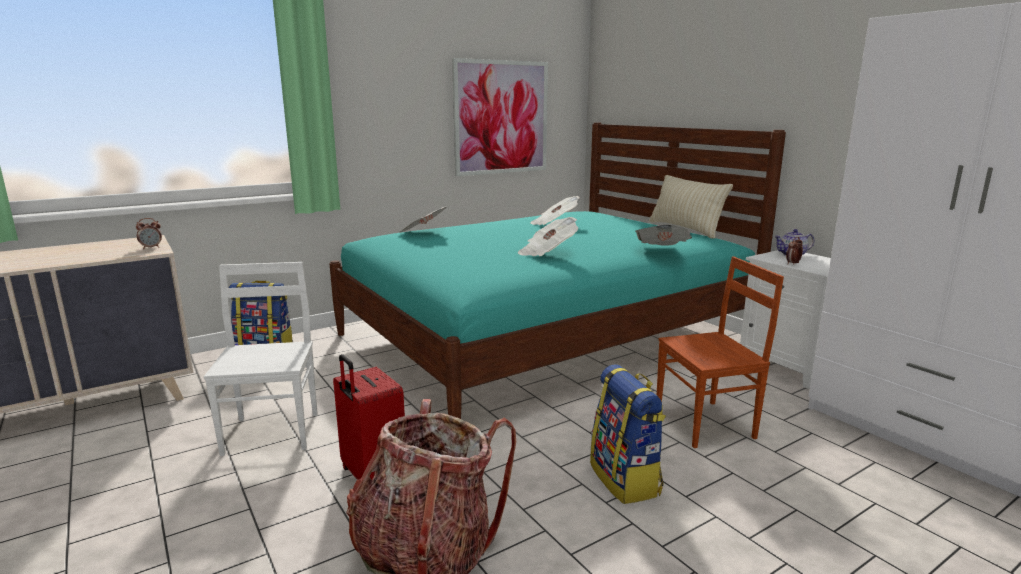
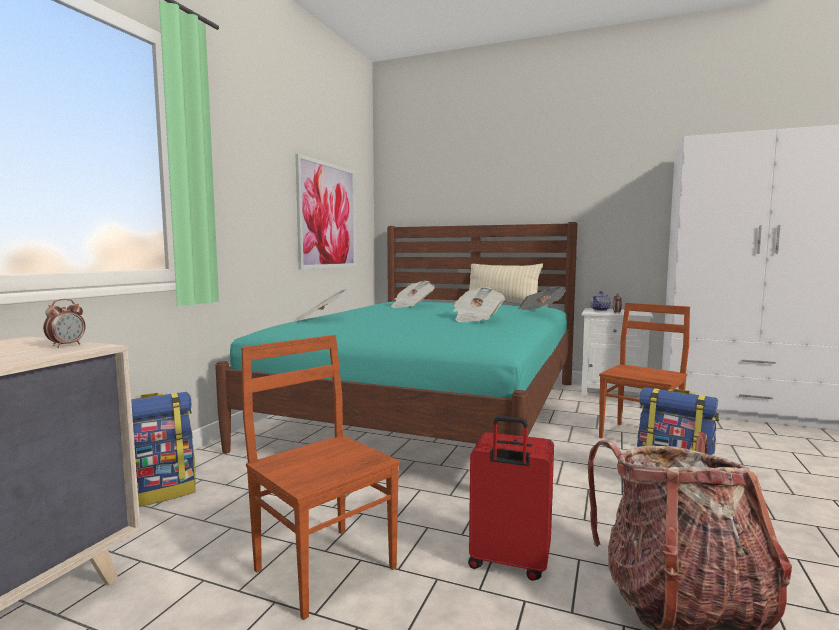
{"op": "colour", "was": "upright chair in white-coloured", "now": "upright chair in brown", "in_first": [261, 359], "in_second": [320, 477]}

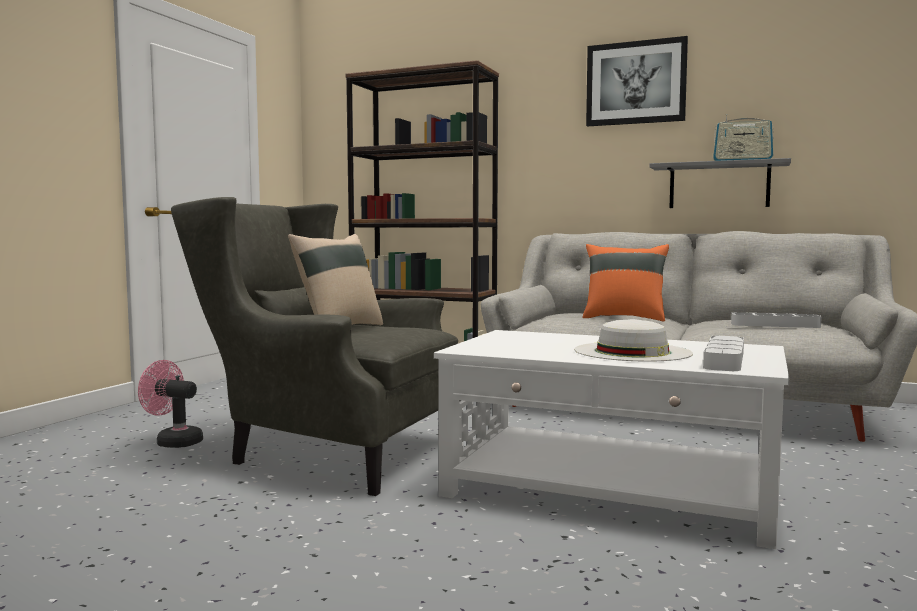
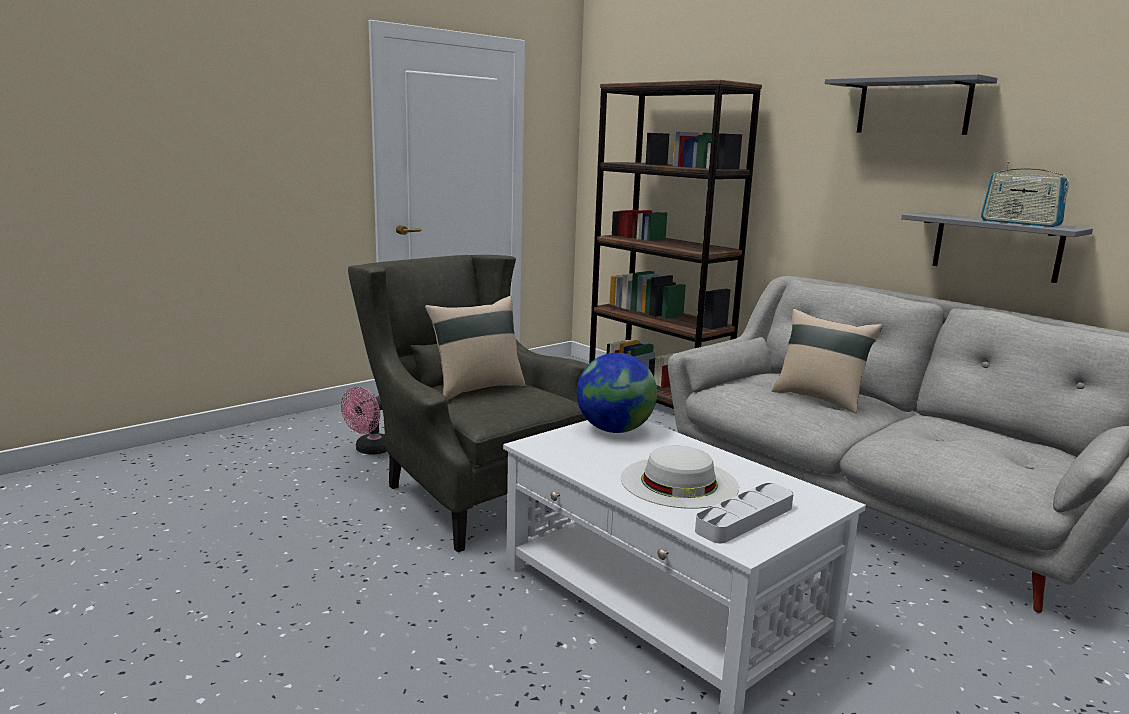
{"op": "spun", "was": "electric fan in pink", "in_first": [170, 404], "in_second": [364, 421], "clockwise": -105}
{"op": "colour", "was": "pillow in orange-coloured", "now": "pillow in beige", "in_first": [625, 283], "in_second": [827, 361]}
{"op": "exchanged", "was": "picture", "now": "wall shelf in grey", "in_first": [637, 81], "in_second": [911, 104]}
{"op": "missing", "was": "serving tray in grey", "in_first": [776, 320]}
{"op": "appeared", "now": "desk globe", "in_second": [617, 393]}

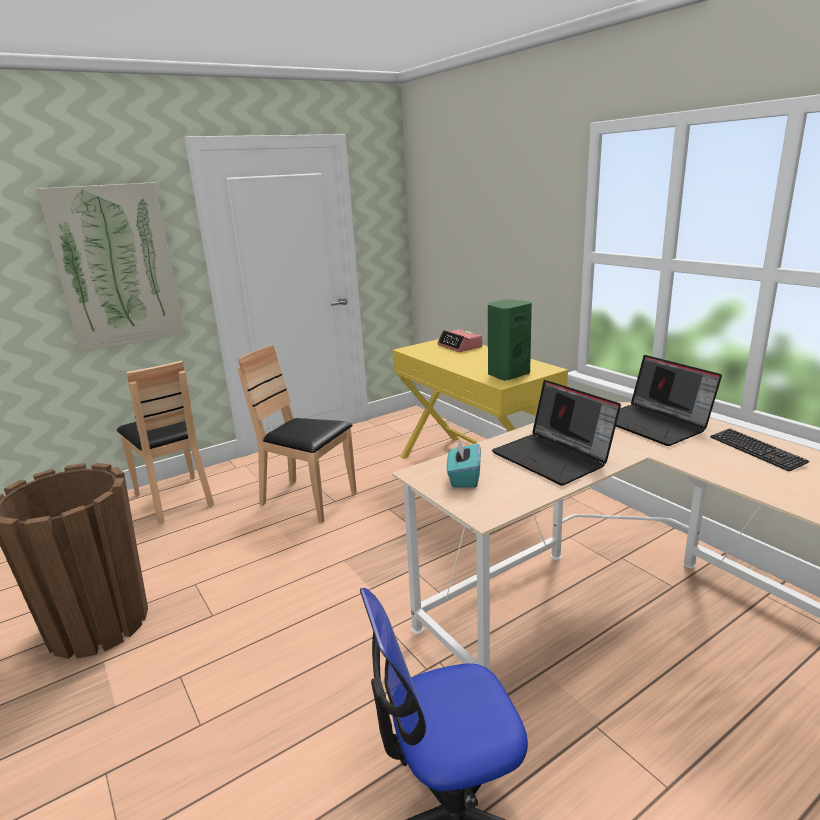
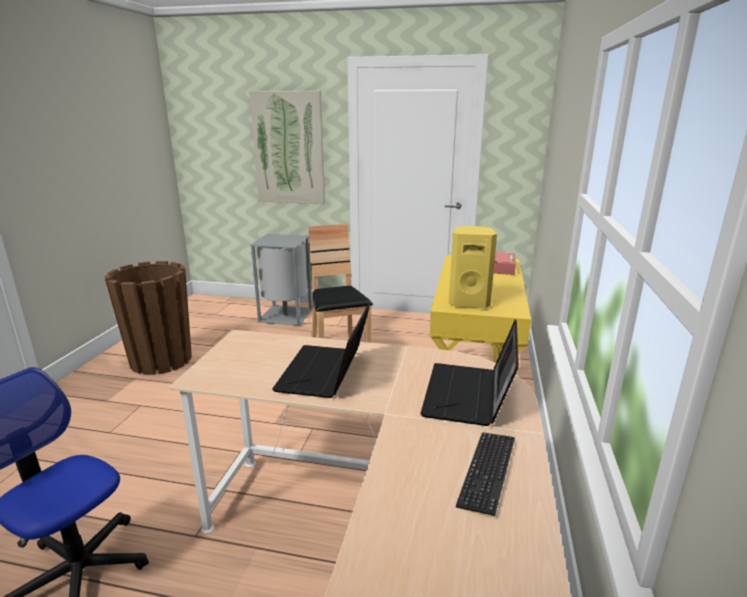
{"op": "exchanged", "was": "upright chair in brown", "now": "trash can in grey", "in_first": [165, 442], "in_second": [281, 280]}
{"op": "missing", "was": "tissue holder in turquoise-coloured", "in_first": [464, 463]}
{"op": "colour", "was": "speaker in greenish", "now": "speaker in yellowish", "in_first": [510, 340], "in_second": [473, 267]}

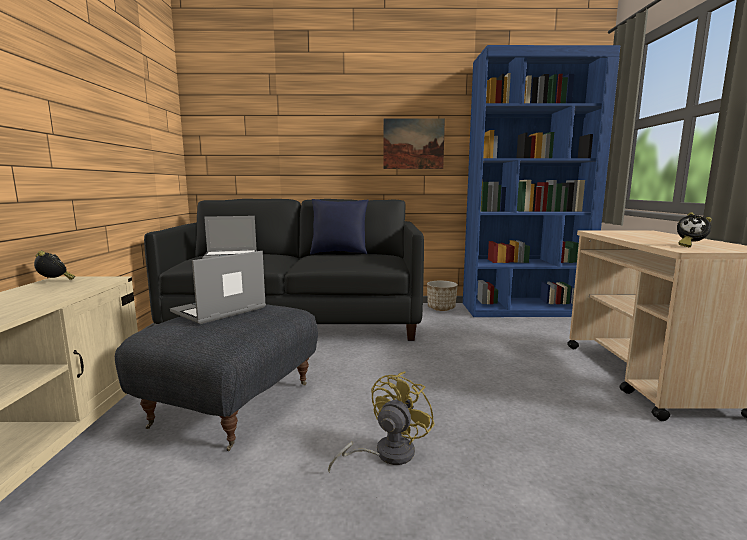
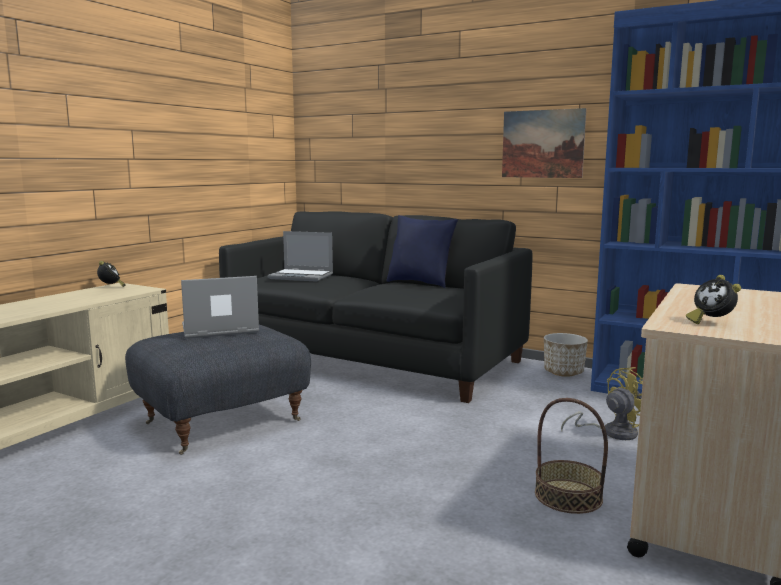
{"op": "relocated", "was": "electric fan in yellowish", "in_first": [381, 422], "in_second": [602, 403]}
{"op": "appeared", "now": "storage basket", "in_second": [571, 456]}

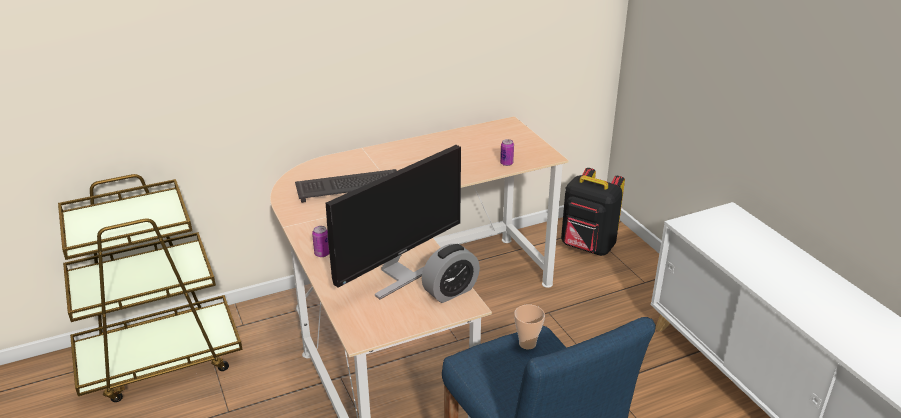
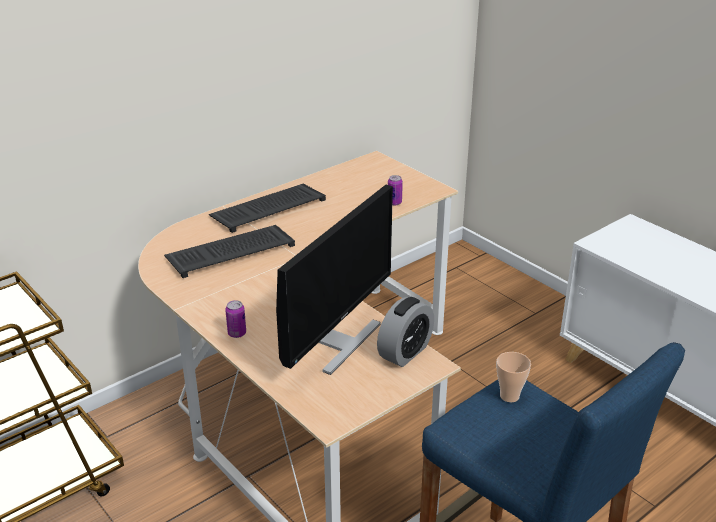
{"op": "missing", "was": "rucksack in black-coloured", "in_first": [593, 212]}
{"op": "appeared", "now": "computer keyboard", "in_second": [267, 208]}

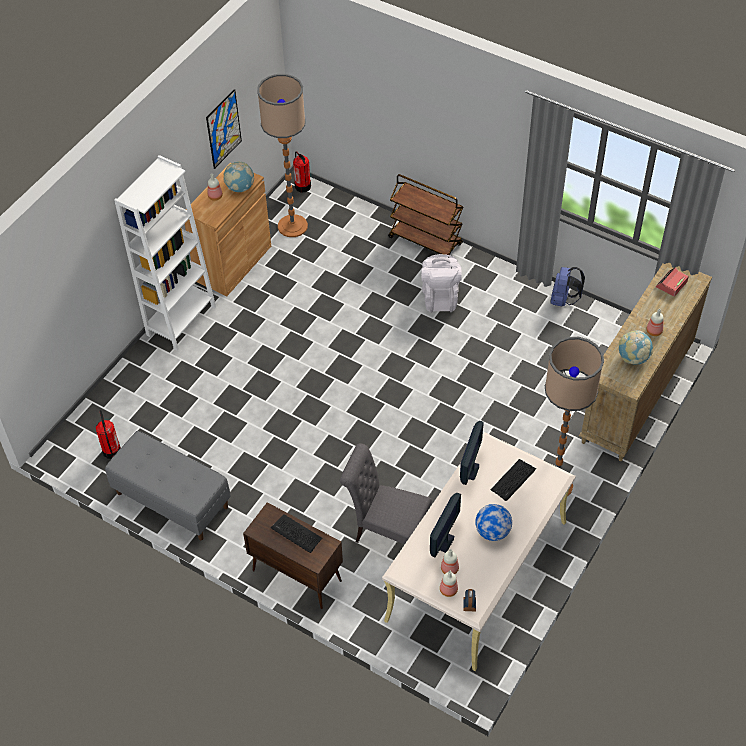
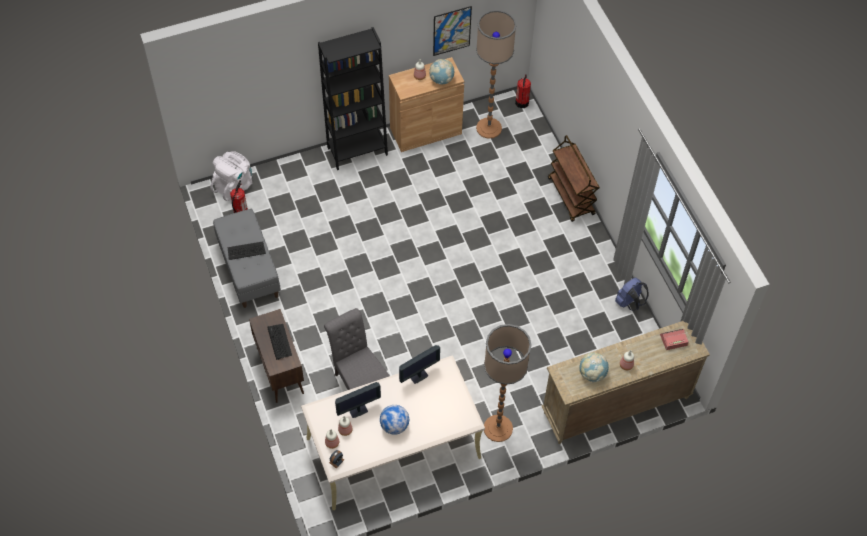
{"op": "colour", "was": "shelving unit in white-coloured", "now": "shelving unit in black-coloured", "in_first": [165, 253], "in_second": [353, 98]}
{"op": "relocated", "was": "rucksack in white-coloured", "in_first": [442, 283], "in_second": [231, 176]}
{"op": "relocated", "was": "computer keyboard", "in_first": [513, 480], "in_second": [247, 251]}

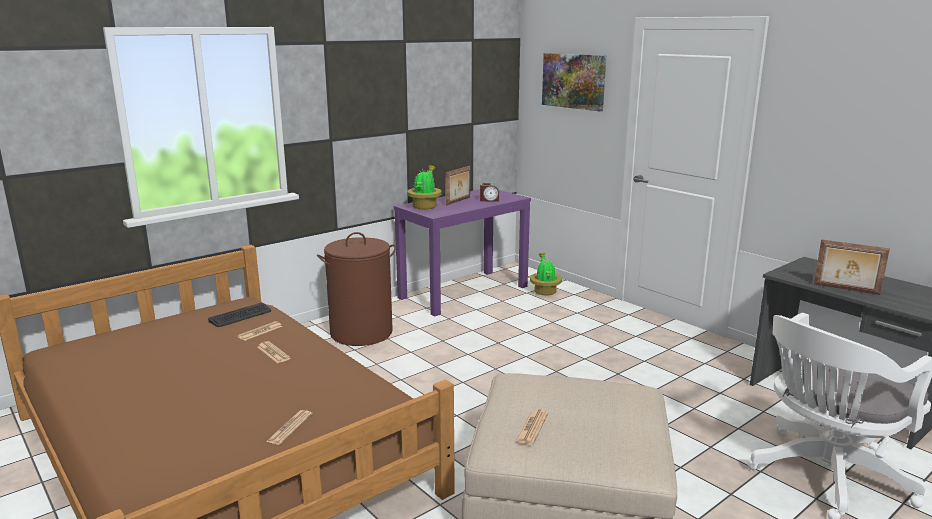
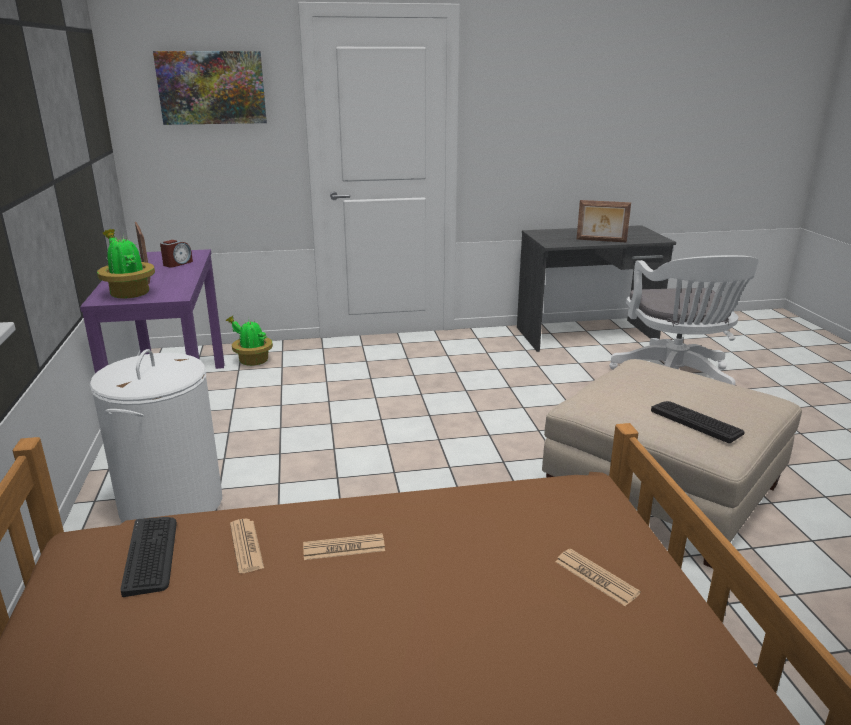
{"op": "colour", "was": "laundry basket in brown", "now": "laundry basket in white-coloured", "in_first": [356, 289], "in_second": [156, 436]}
{"op": "exchanged", "was": "newspaper", "now": "computer keyboard", "in_first": [532, 427], "in_second": [698, 422]}
{"op": "spun", "was": "picture frame", "in_first": [852, 267], "in_second": [604, 221], "clockwise": 45}

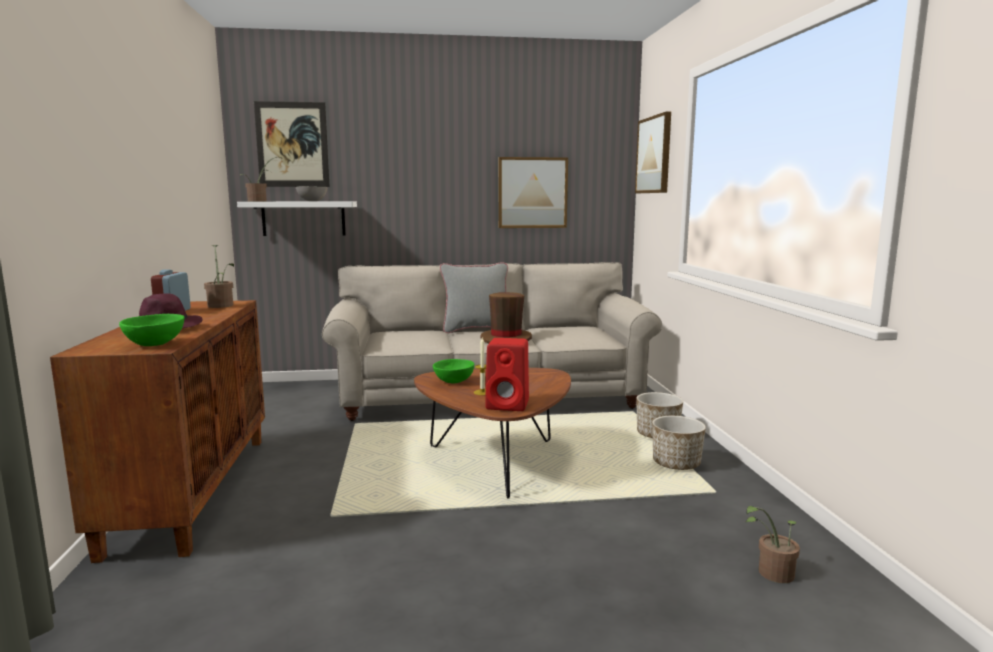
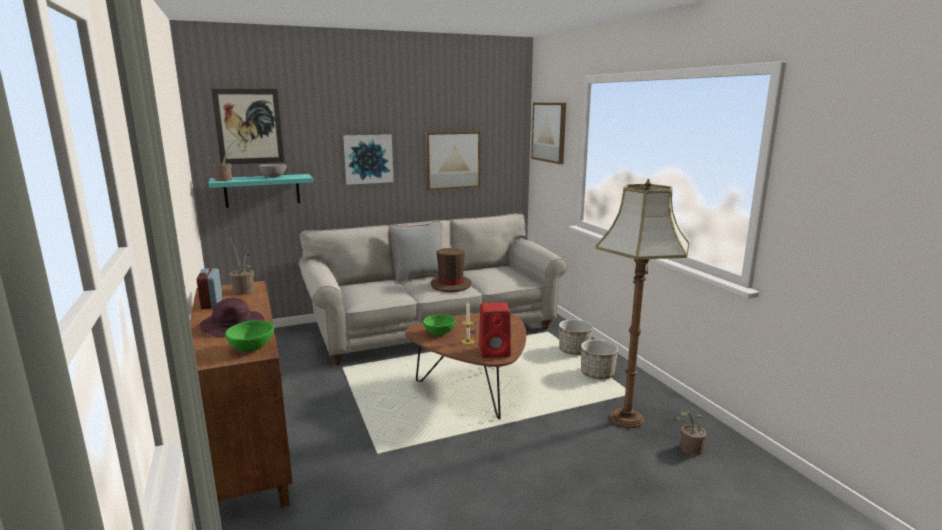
{"op": "colour", "was": "wall shelf in white-coloured", "now": "wall shelf in turquoise-coloured", "in_first": [297, 219], "in_second": [261, 191]}
{"op": "appeared", "now": "picture", "in_second": [368, 160]}
{"op": "appeared", "now": "standard lamp", "in_second": [642, 303]}

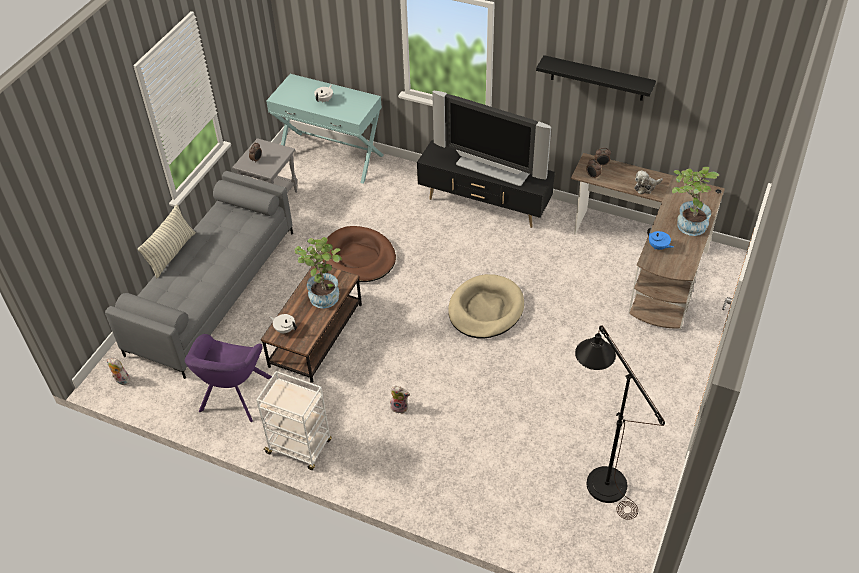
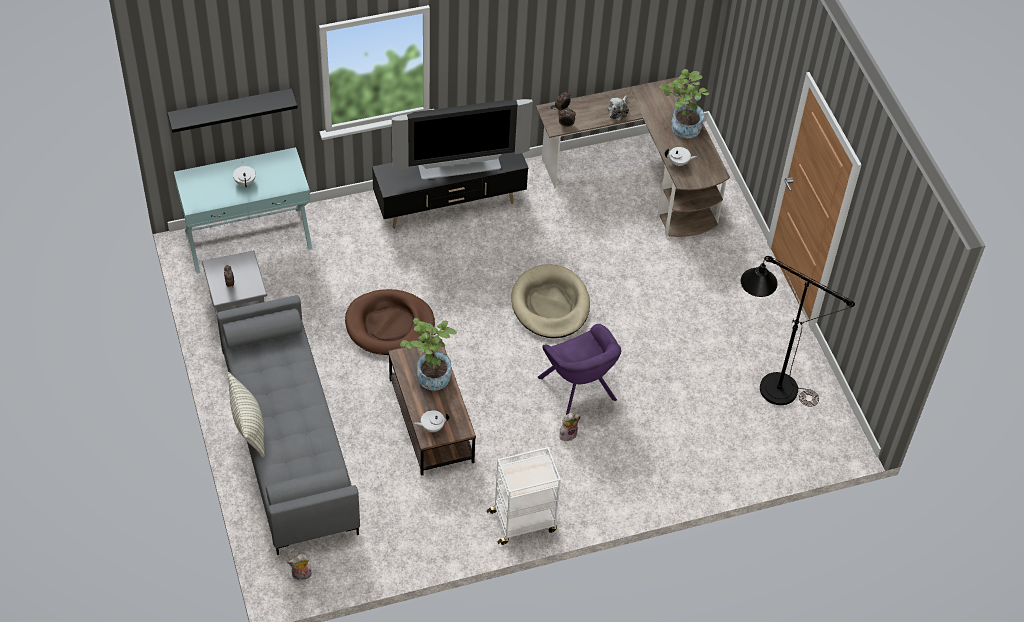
{"op": "relocated", "was": "lounge chair in purple", "in_first": [228, 378], "in_second": [579, 369]}
{"op": "relocated", "was": "wall shelf in black-coloured", "in_first": [596, 78], "in_second": [232, 110]}
{"op": "colour", "was": "tea pot in blue-coloured", "now": "tea pot in white-coloured", "in_first": [660, 238], "in_second": [681, 157]}

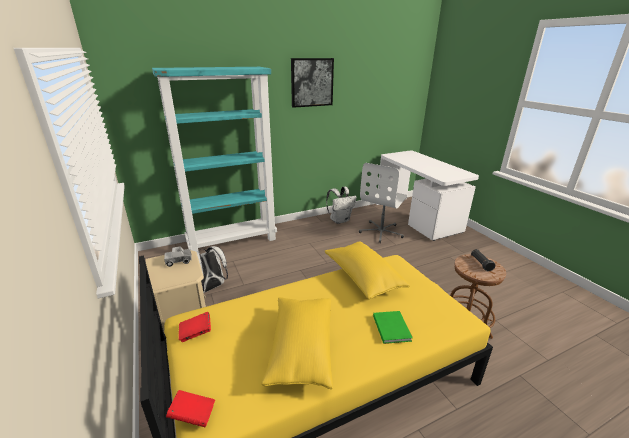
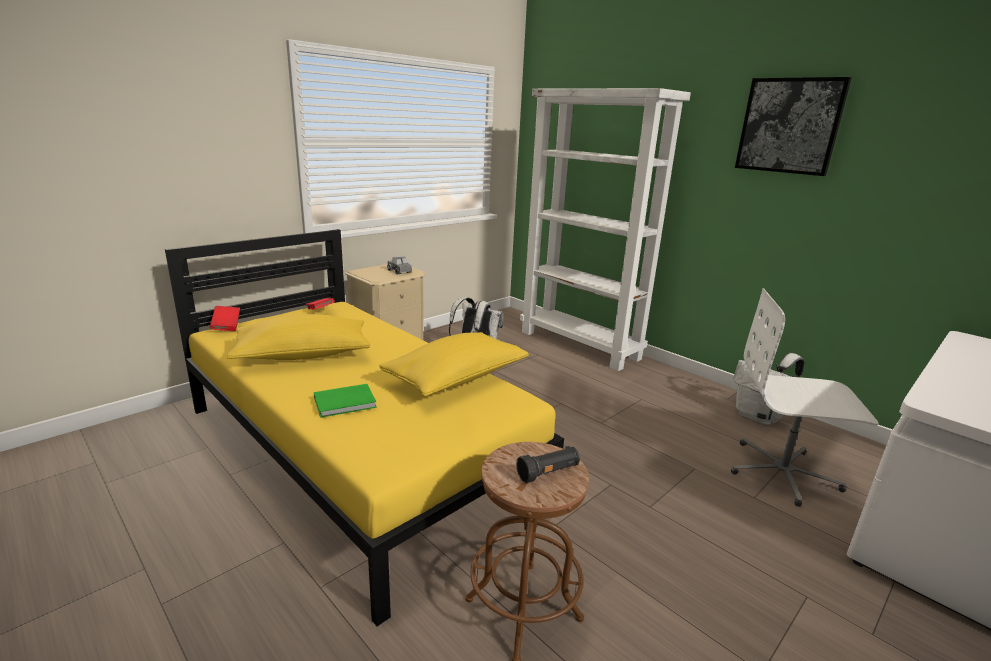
{"op": "colour", "was": "shelving unit in turquoise-coloured", "now": "shelving unit in white-coloured", "in_first": [214, 159], "in_second": [605, 229]}

